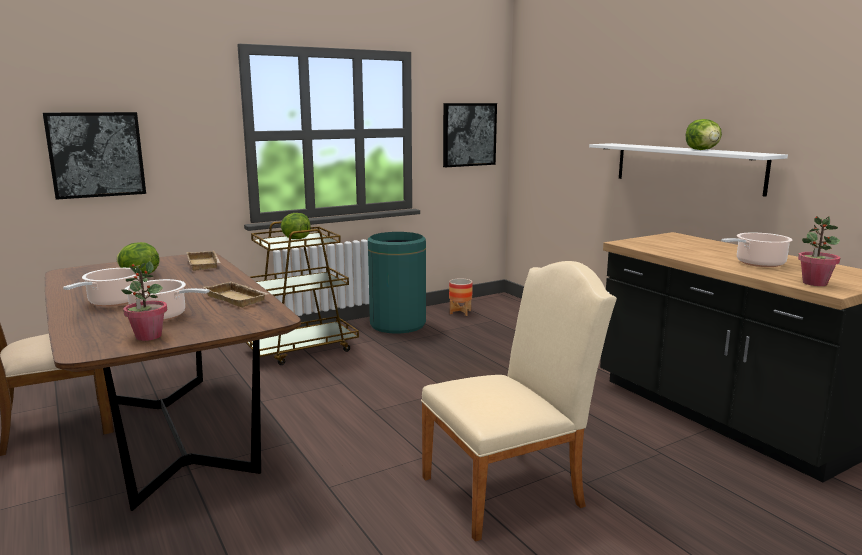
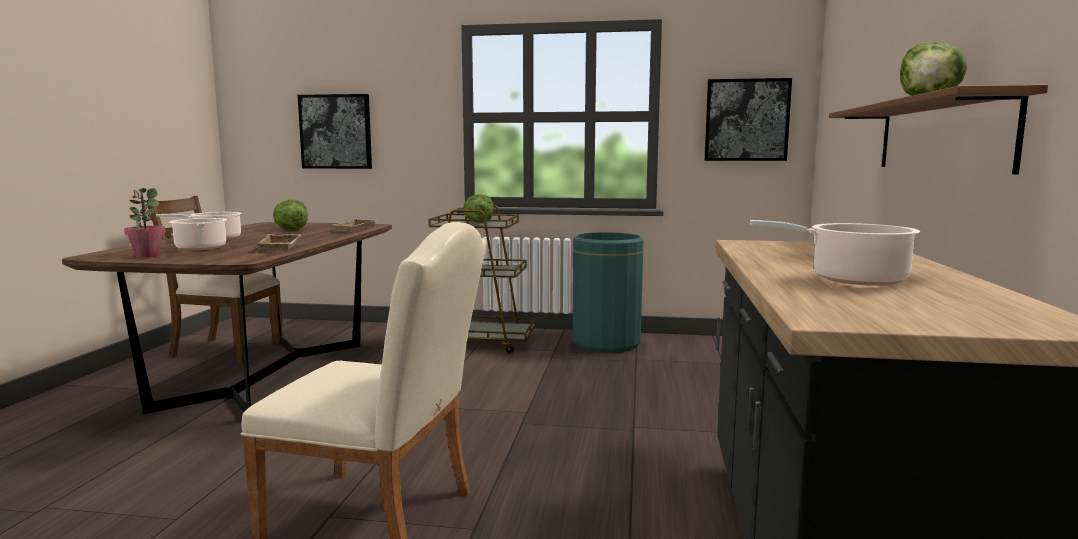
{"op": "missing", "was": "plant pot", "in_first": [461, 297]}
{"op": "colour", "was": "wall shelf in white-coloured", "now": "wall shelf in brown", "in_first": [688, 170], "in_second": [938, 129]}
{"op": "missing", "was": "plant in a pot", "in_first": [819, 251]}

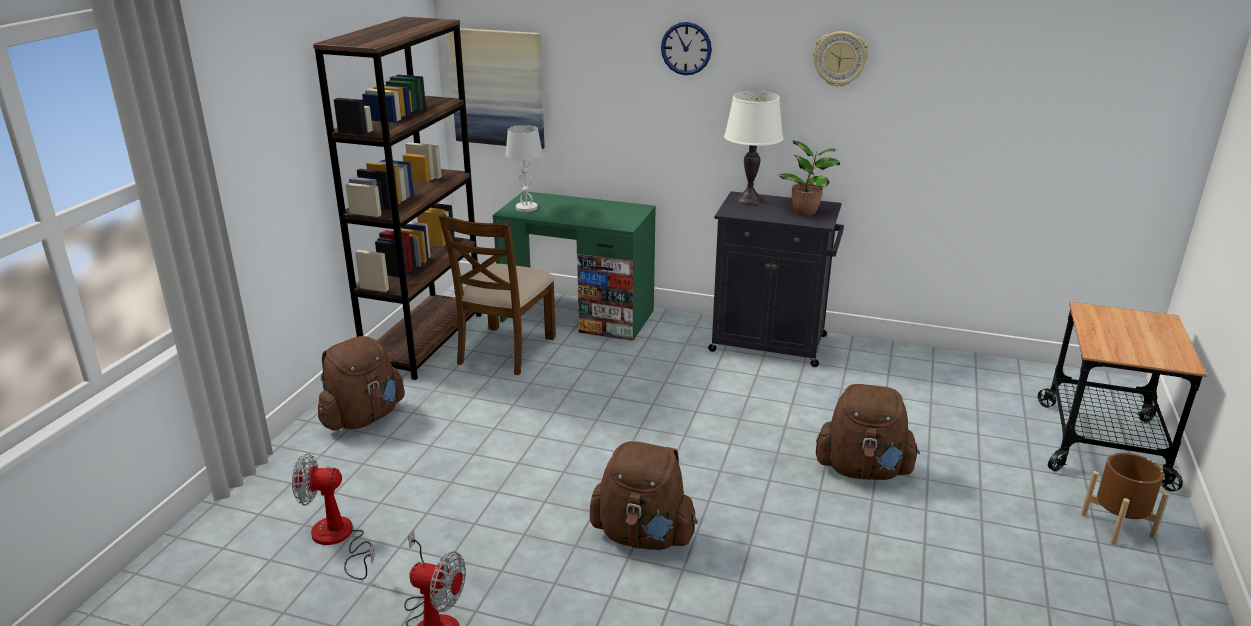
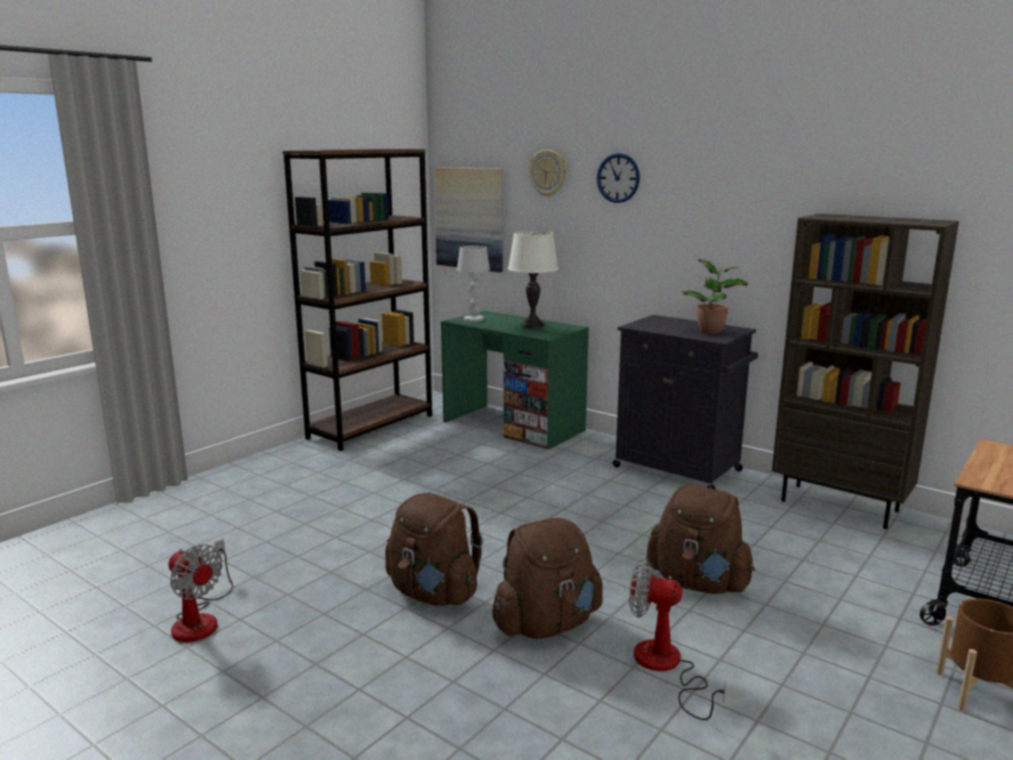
{"op": "relocated", "was": "electric fan", "in_first": [333, 517], "in_second": [677, 639]}
{"op": "relocated", "was": "rucksack in brown", "in_first": [361, 383], "in_second": [547, 578]}
{"op": "missing", "was": "upright chair in brown", "in_first": [497, 294]}
{"op": "relocated", "was": "lamp for a table in white-coloured", "in_first": [753, 148], "in_second": [533, 279]}
{"op": "relocated", "was": "wall clock", "in_first": [841, 59], "in_second": [547, 173]}
{"op": "appeared", "now": "shelving unit in brown", "in_second": [865, 371]}

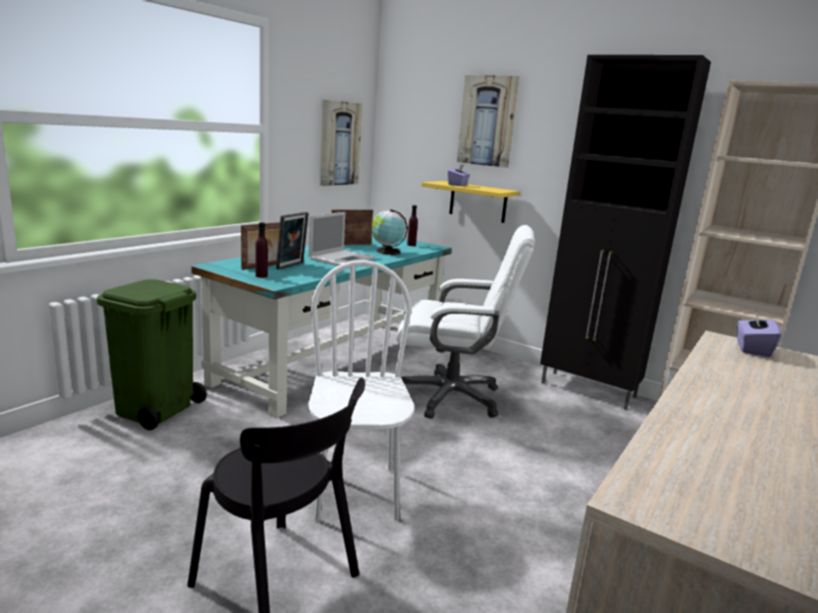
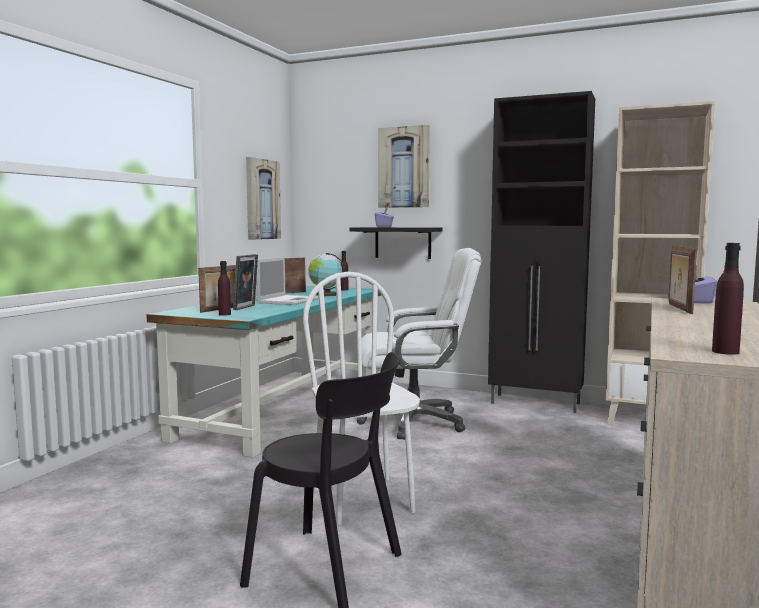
{"op": "missing", "was": "trash can in greenish", "in_first": [151, 354]}
{"op": "colour", "was": "wall shelf in yellowish", "now": "wall shelf in black-coloured", "in_first": [471, 202], "in_second": [396, 243]}
{"op": "appeared", "now": "picture frame", "in_second": [682, 280]}
{"op": "appeared", "now": "beverage bottle in purple", "in_second": [728, 299]}

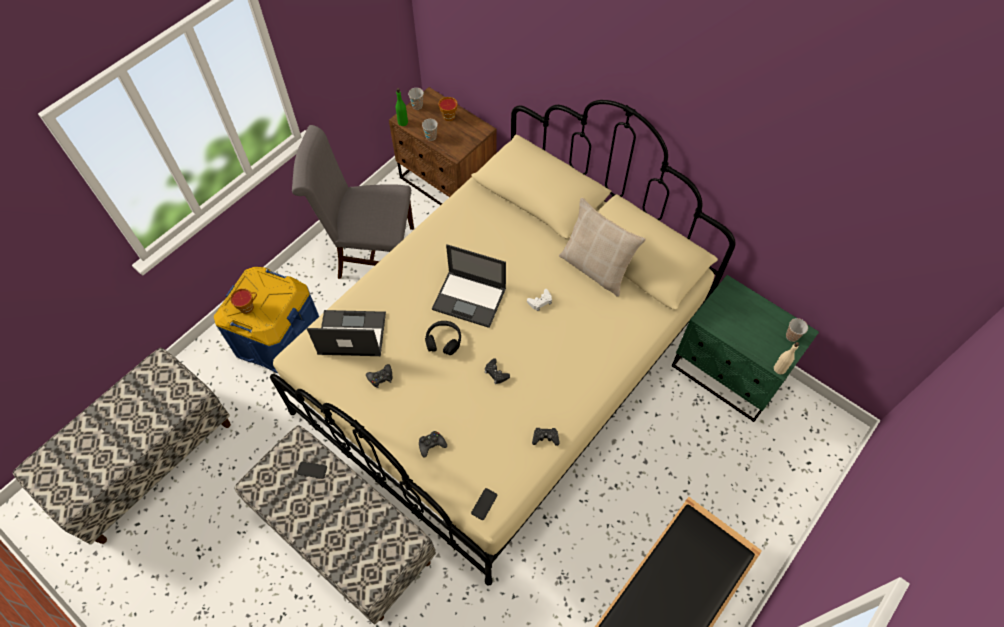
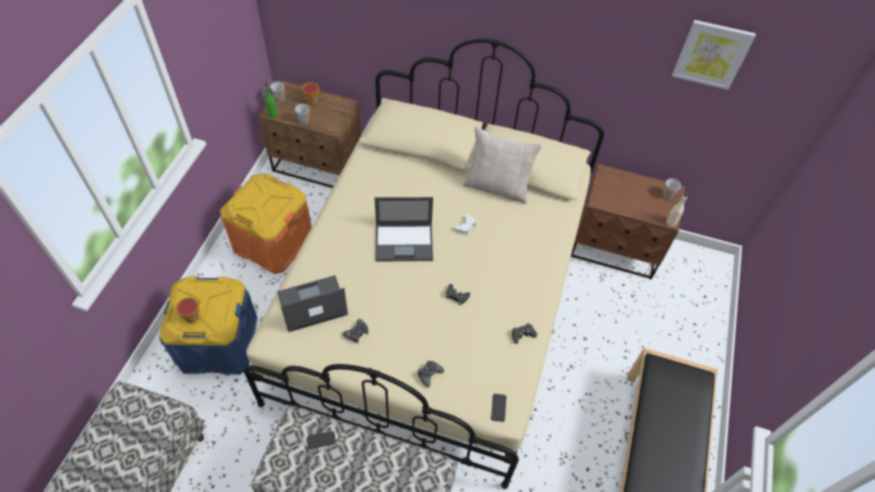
{"op": "exchanged", "was": "upright chair in grey", "now": "storage bin in orange-coloured", "in_first": [353, 202], "in_second": [266, 224]}
{"op": "missing", "was": "headphones in black-coloured", "in_first": [443, 338]}
{"op": "colour", "was": "bedside table in greenish", "now": "bedside table in brown", "in_first": [745, 348], "in_second": [628, 221]}
{"op": "appeared", "now": "picture", "in_second": [714, 55]}

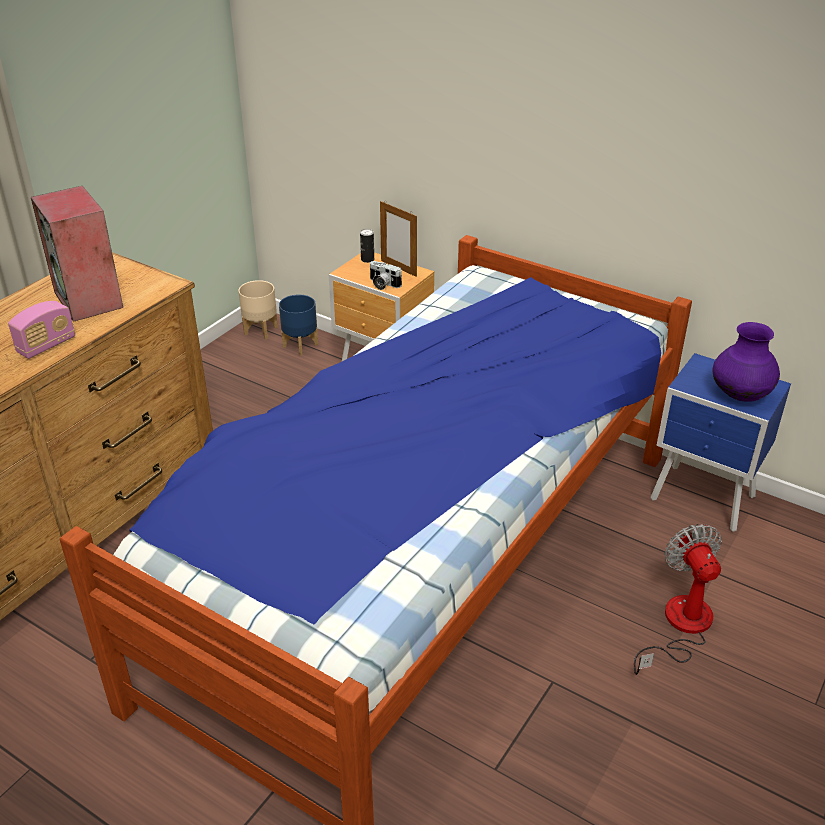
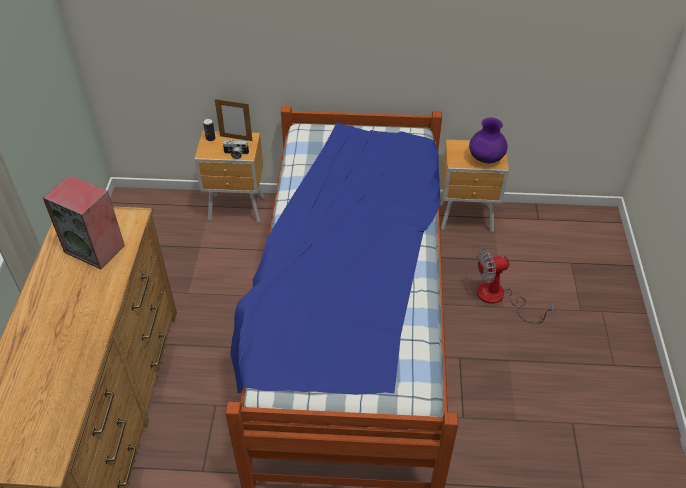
{"op": "missing", "was": "radio", "in_first": [41, 330]}
{"op": "missing", "was": "plant pot in beige", "in_first": [258, 309]}
{"op": "missing", "was": "plant pot in blue-coloured", "in_first": [298, 325]}
{"op": "spun", "was": "electric fan", "in_first": [678, 599], "in_second": [515, 286], "clockwise": -60}
{"op": "colour", "was": "bedside table in blue-coloured", "now": "bedside table in brown", "in_first": [721, 442], "in_second": [474, 186]}

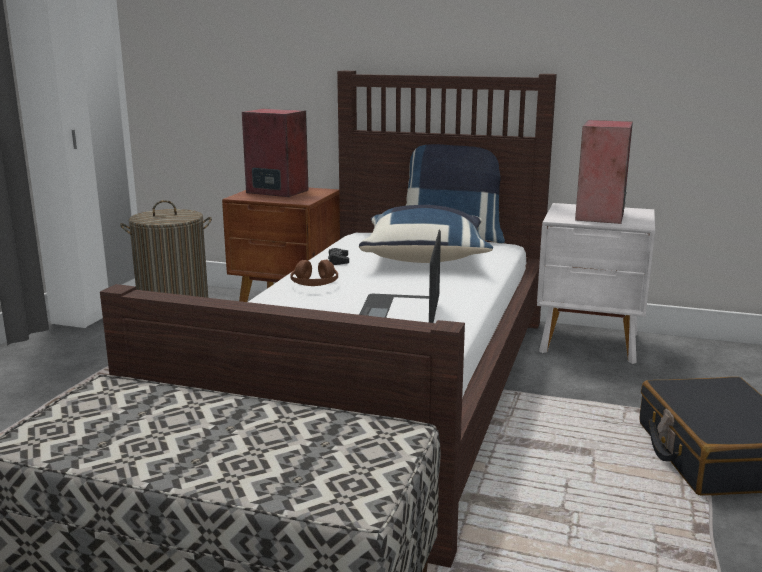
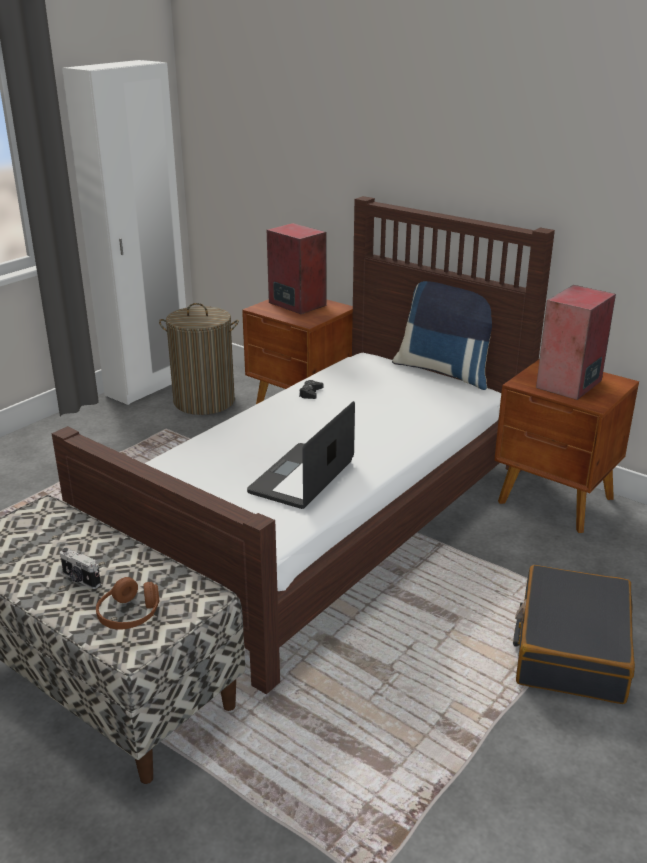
{"op": "relocated", "was": "headphones in brown", "in_first": [314, 273], "in_second": [128, 603]}
{"op": "missing", "was": "pillow in blue-coloured", "in_first": [426, 234]}
{"op": "colour", "was": "bedside table in white-coloured", "now": "bedside table in brown", "in_first": [596, 283], "in_second": [567, 446]}
{"op": "appeared", "now": "still camera", "in_second": [80, 568]}

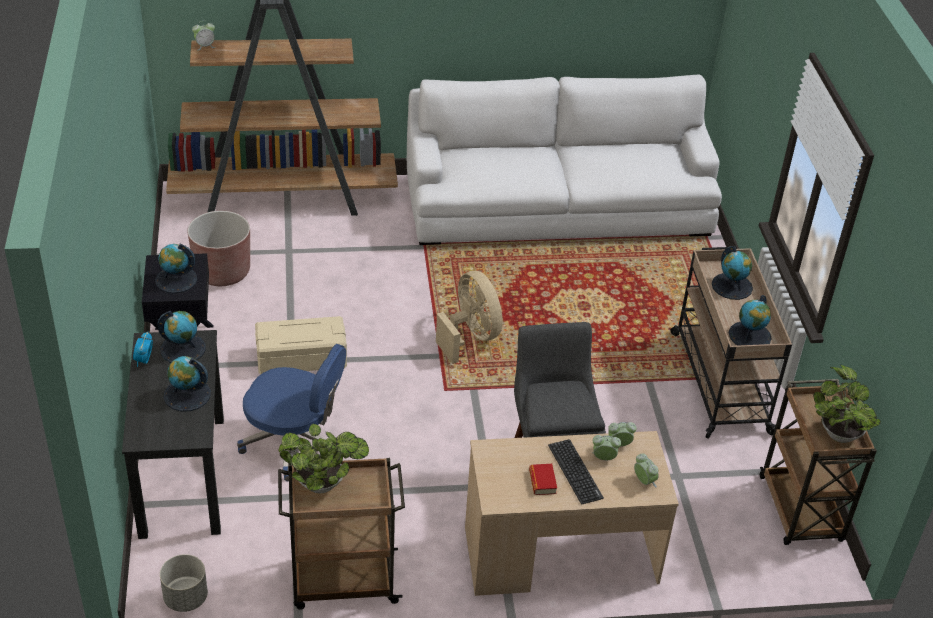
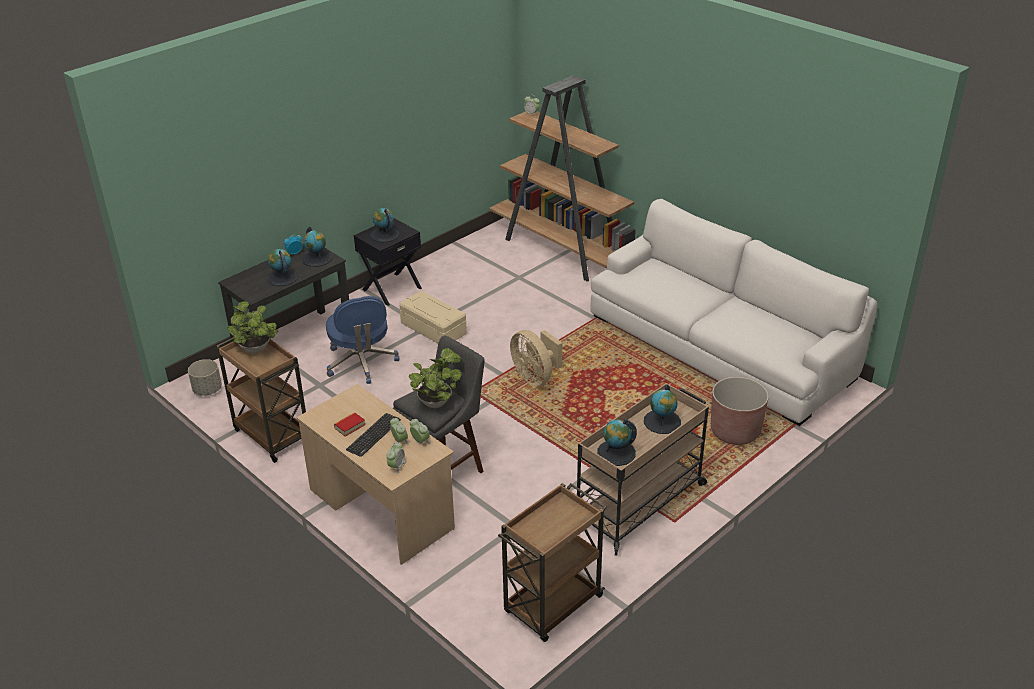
{"op": "relocated", "was": "plant pot in brown", "in_first": [218, 248], "in_second": [740, 411]}
{"op": "spun", "was": "electric fan in beige", "in_first": [469, 317], "in_second": [536, 358], "clockwise": 120}
{"op": "relocated", "was": "plant in a pot", "in_first": [847, 404], "in_second": [435, 378]}

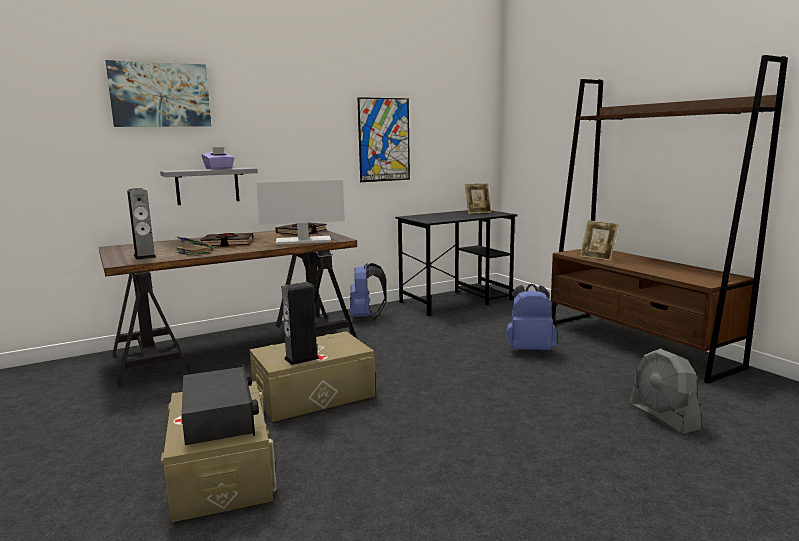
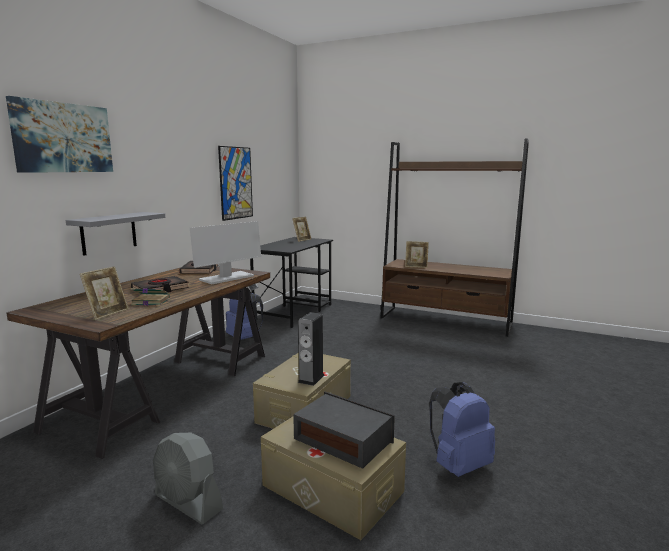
{"op": "exchanged", "was": "speaker", "now": "picture frame", "in_first": [141, 224], "in_second": [104, 293]}
{"op": "missing", "was": "tissue holder in purple", "in_first": [218, 158]}
{"op": "relocated", "was": "rucksack in blue-coloured", "in_first": [531, 317], "in_second": [462, 429]}
{"op": "relocated", "was": "electric fan in grey", "in_first": [665, 391], "in_second": [188, 479]}

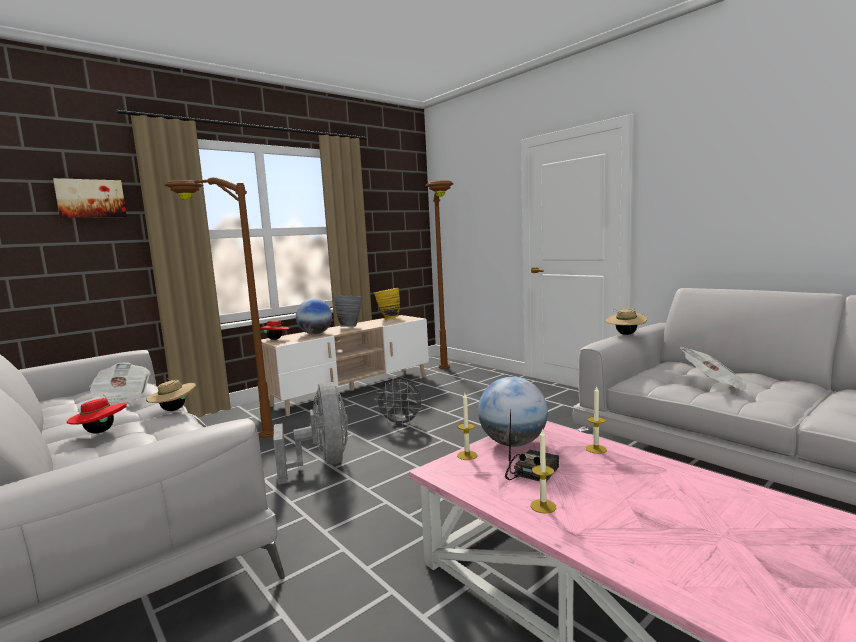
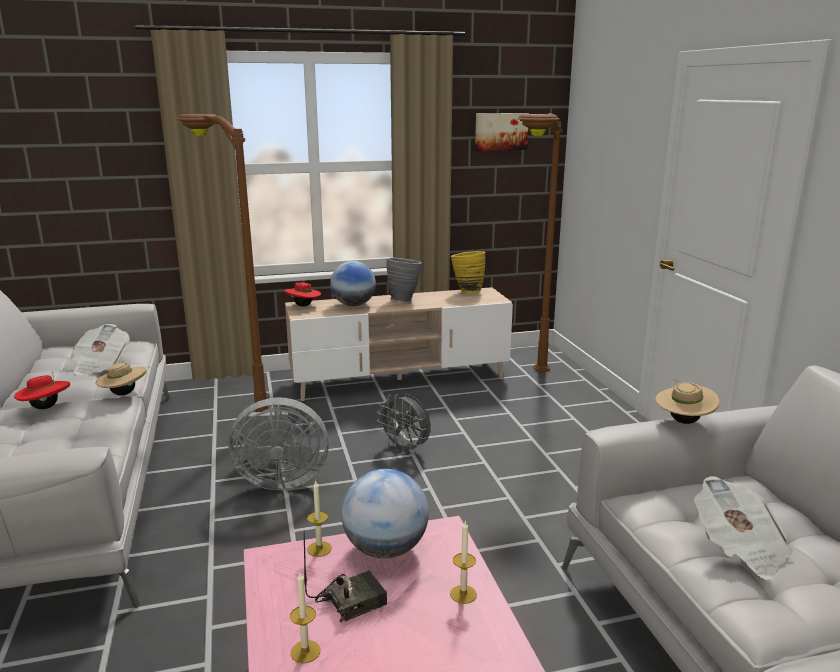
{"op": "relocated", "was": "picture", "in_first": [90, 198], "in_second": [502, 132]}
{"op": "spun", "was": "electric fan in grey", "in_first": [310, 433], "in_second": [278, 443], "clockwise": 75}

